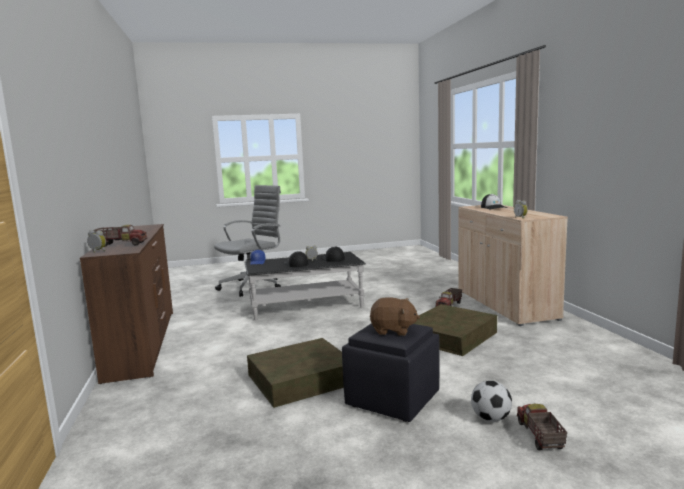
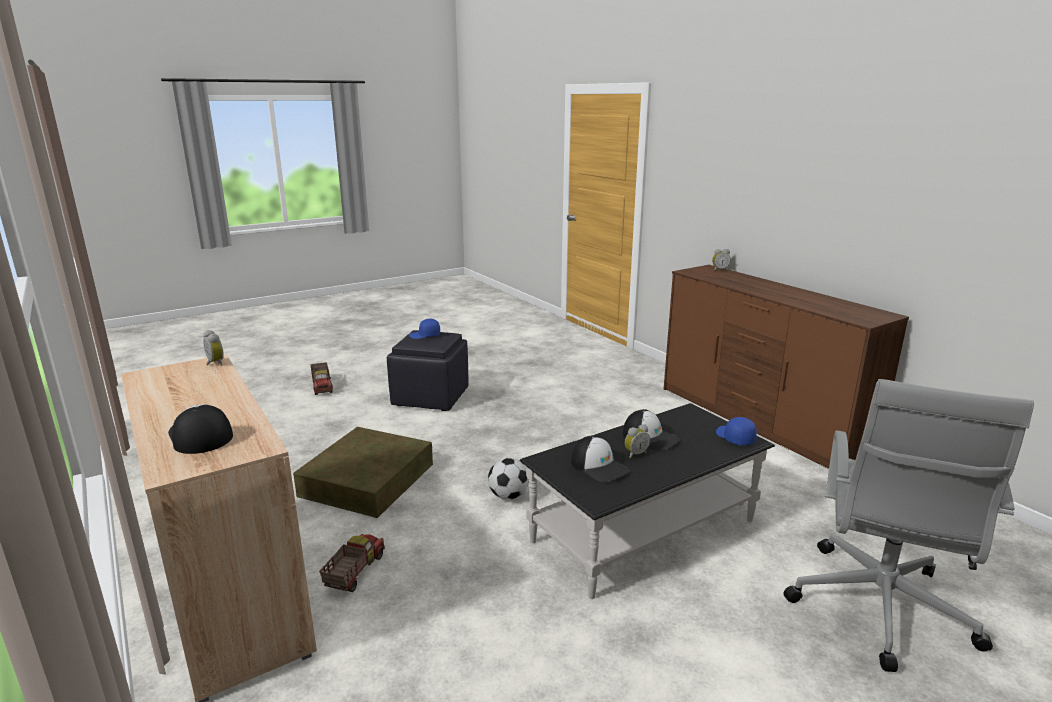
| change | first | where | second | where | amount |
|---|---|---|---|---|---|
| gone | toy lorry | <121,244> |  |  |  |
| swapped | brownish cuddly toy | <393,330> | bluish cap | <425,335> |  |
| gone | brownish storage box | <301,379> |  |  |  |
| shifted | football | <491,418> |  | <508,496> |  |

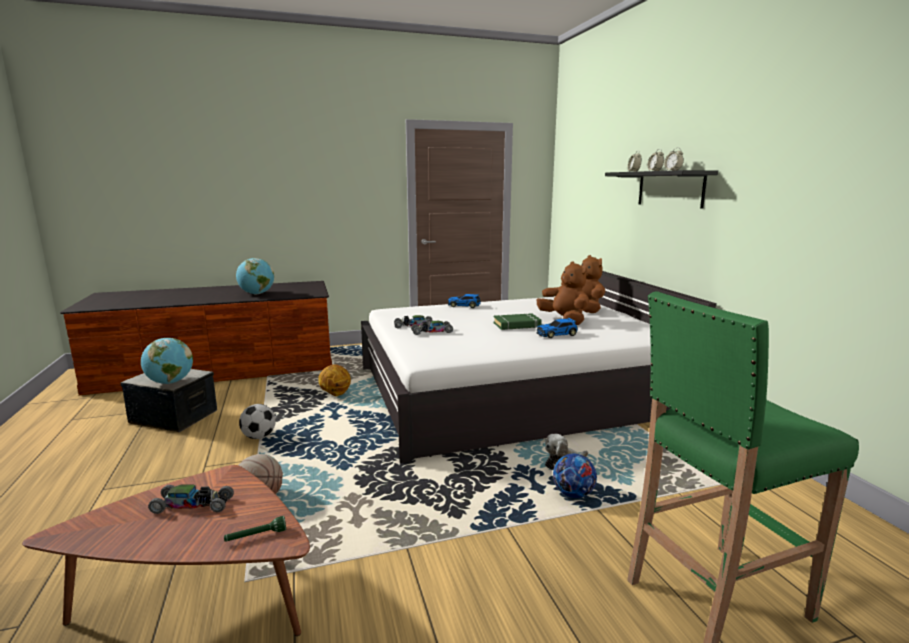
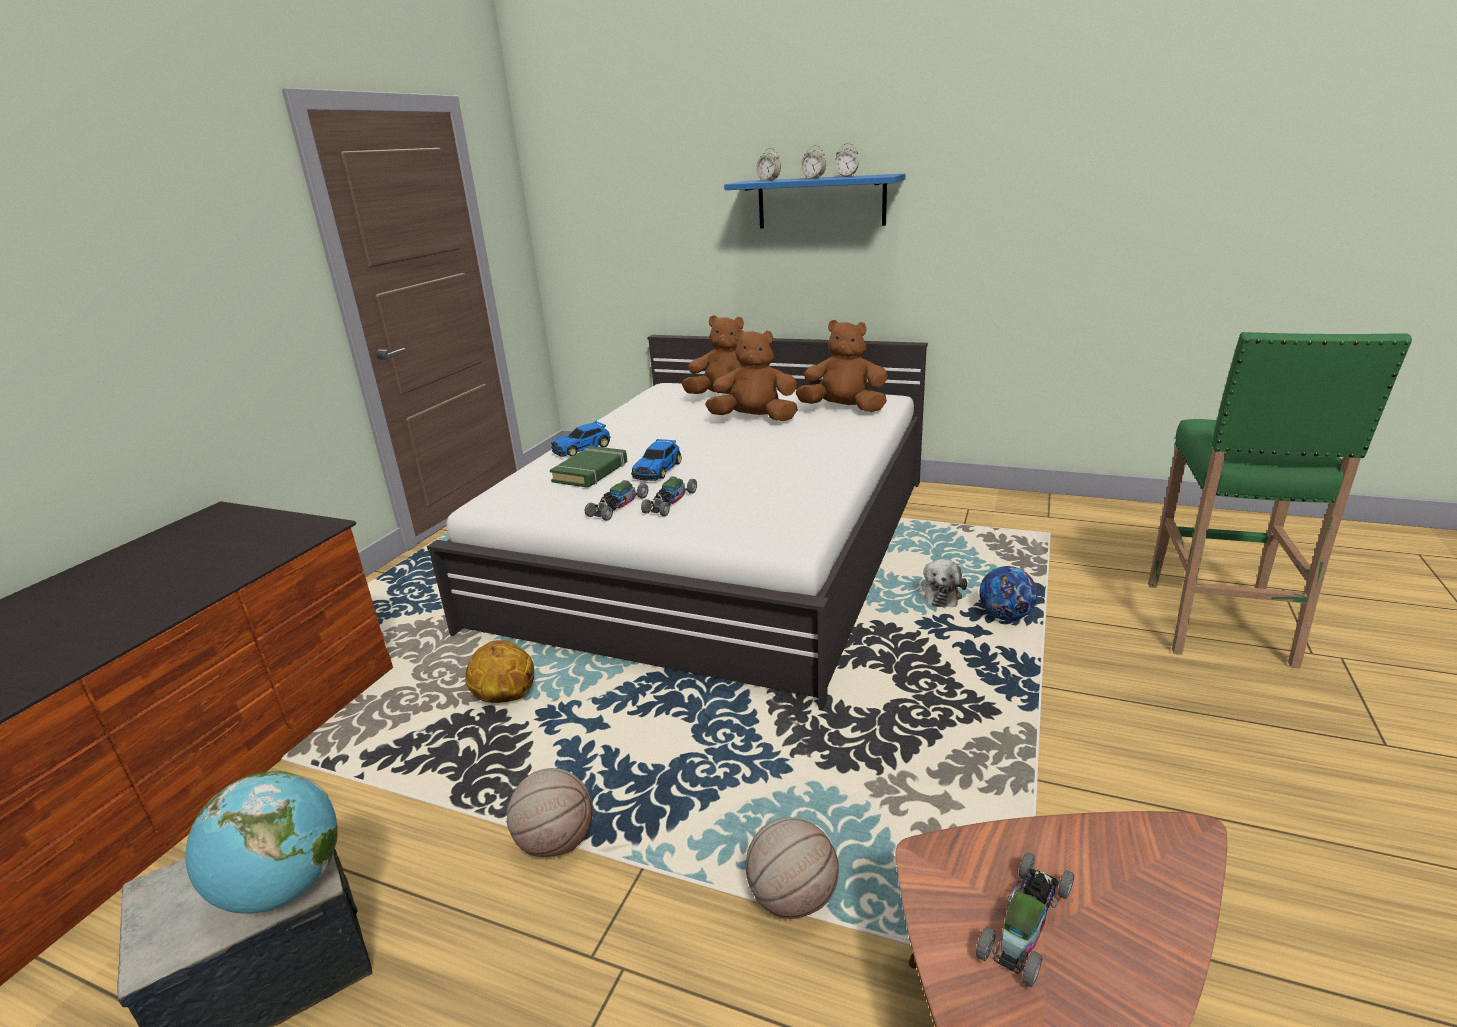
| change | first | where | second | where | amount |
|---|---|---|---|---|---|
| repainted | blackish wall shelf | <670,189> | bluish wall shelf | <821,202> |  |
| gone | world globe | <257,294> |  |  |  |
| shifted | green-coloured bound book | <517,325> |  | <591,472> |  |
| shifted | toy car | <557,334> |  | <658,469> |  |
| swapped | football | <259,437> | basketball | <556,842> |  |
| gone | green-coloured hand torch | <256,536> |  |  |  |
| new |  |  | brownish cuddly toy | <843,409> |  |

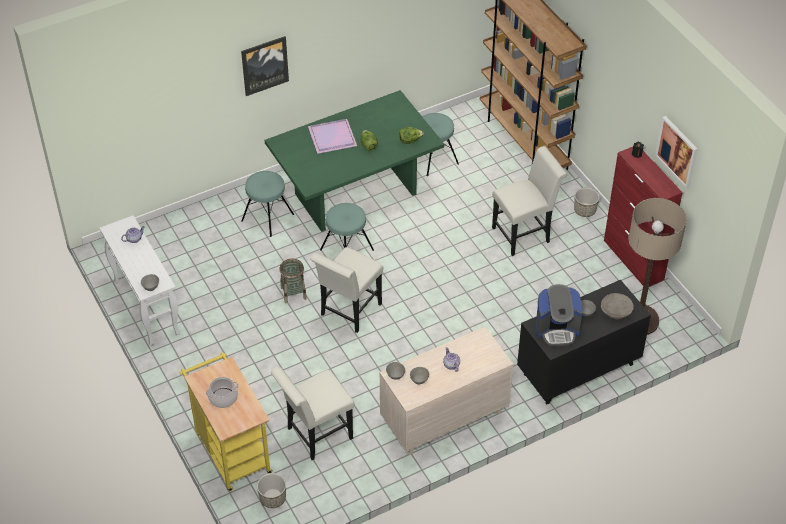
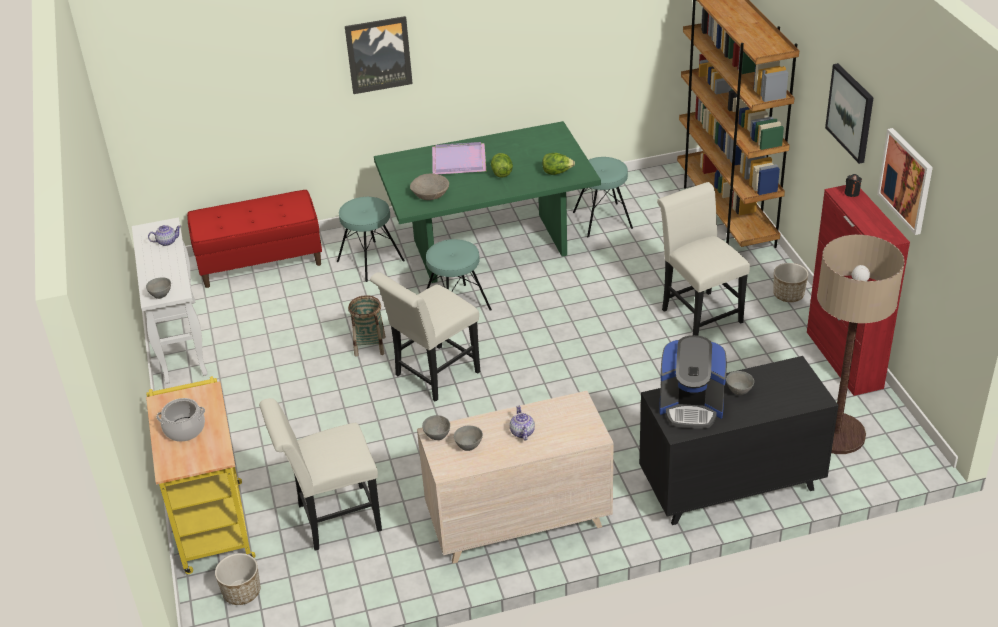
| change | first | where | second | where | amount |
|---|---|---|---|---|---|
| rotated | white-coloured upright chair | <524,233> |  | <698,313> | 105 degrees counterclockwise |
| shifted | beige-coloured bowl | <616,311> |  | <430,193> |  |
| new |  |  | picture | <851,112> |  |
| new |  |  | reddish indoor bench | <260,262> |  |

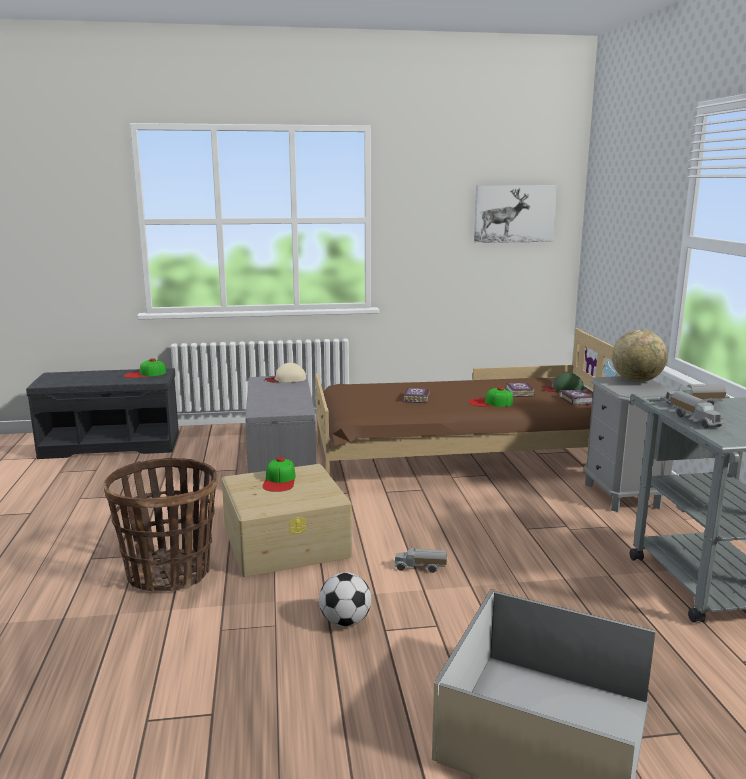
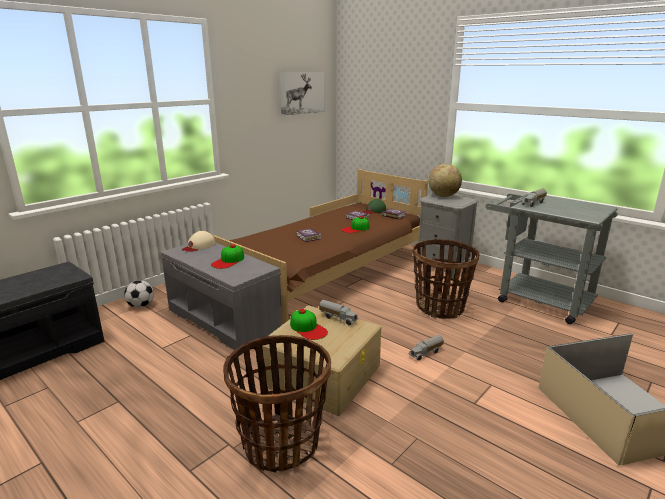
| change | first | where | second | where | amount |
|---|---|---|---|---|---|
| shifted | cap | <145,374> |  | <228,261> |  |
| shifted | toy lorry | <695,420> |  | <338,318> |  |
| shifted | football | <345,622> |  | <141,306> |  |
| new |  |  | household basket | <440,307> |  |

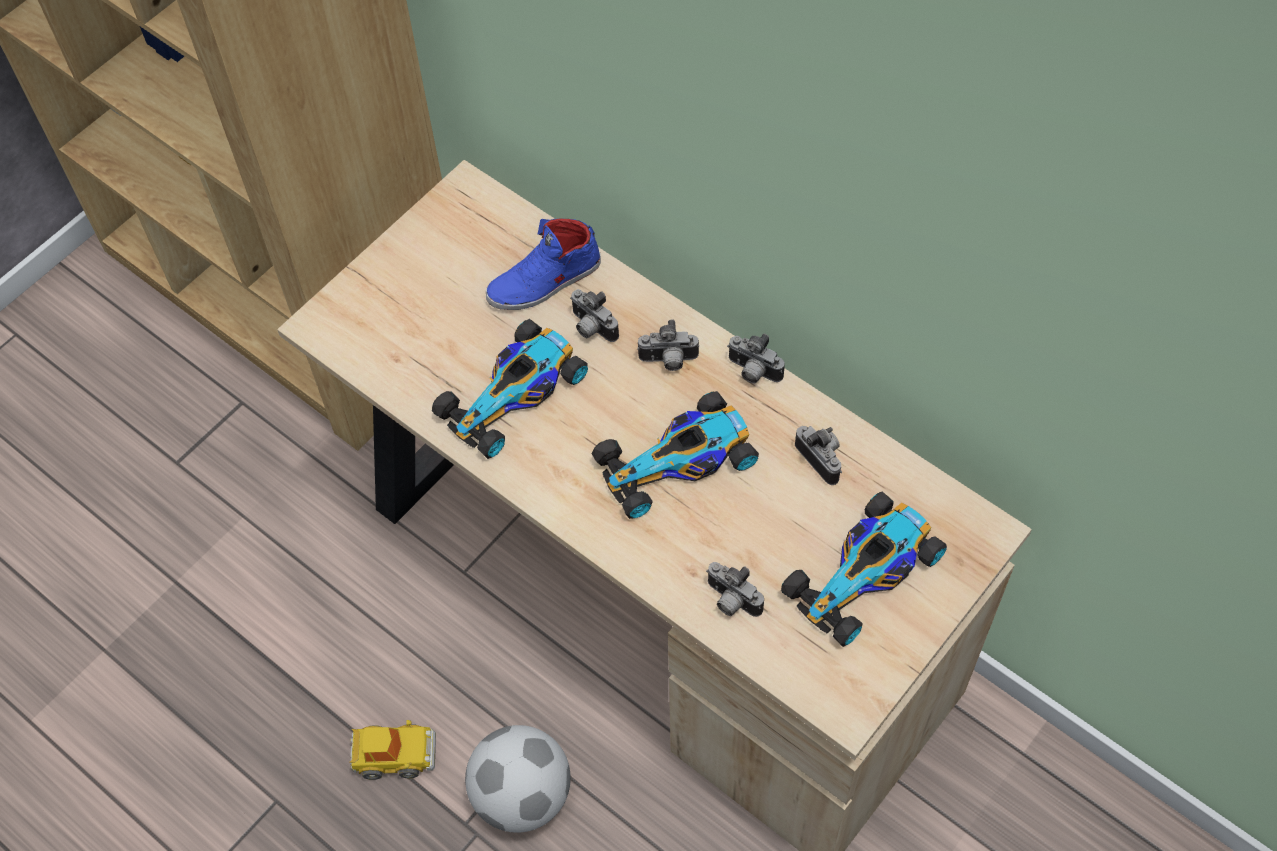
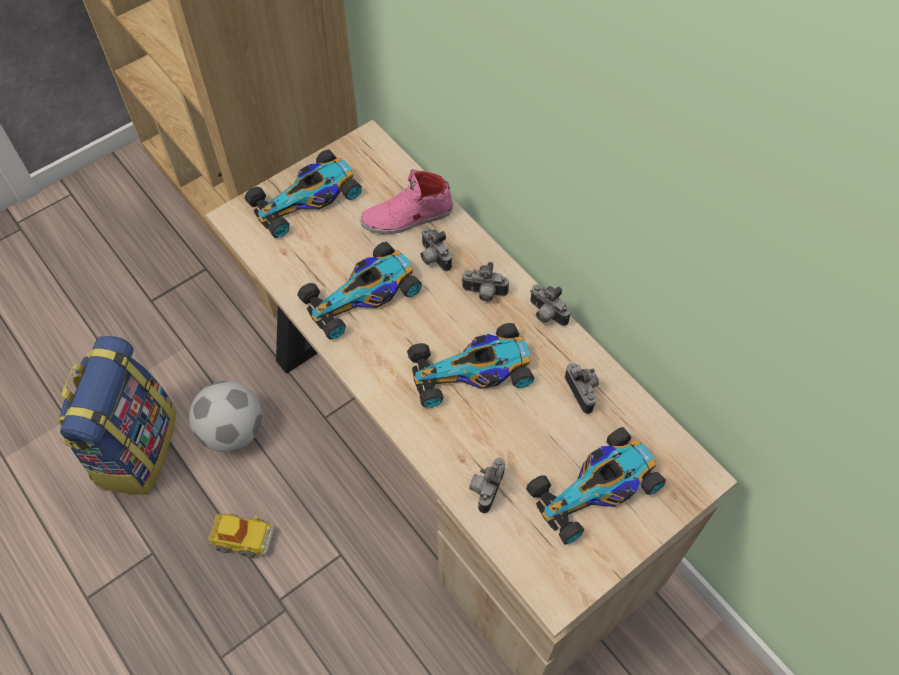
| change | first | where | second | where | amount |
|---|---|---|---|---|---|
| repainted | bluish shoe | <545,281> | pinkish shoe | <407,217> |  |
| rotated | photo camera | <731,601> |  | <485,488> | 60 degrees clockwise |
| shifted | football | <522,795> |  | <232,431> |  |
| new |  |  | toy car | <307,198> |  |
| new |  |  | knapsack | <135,447> |  |

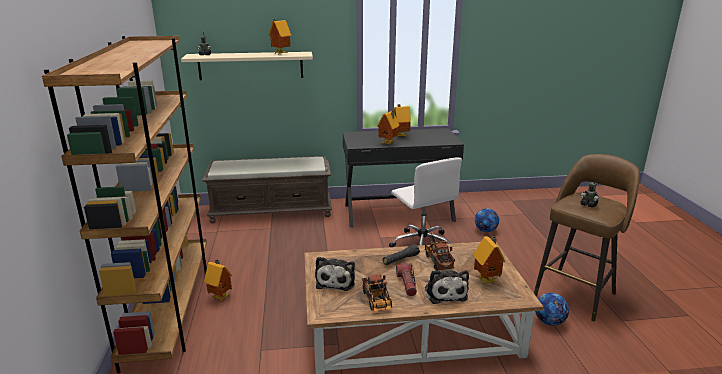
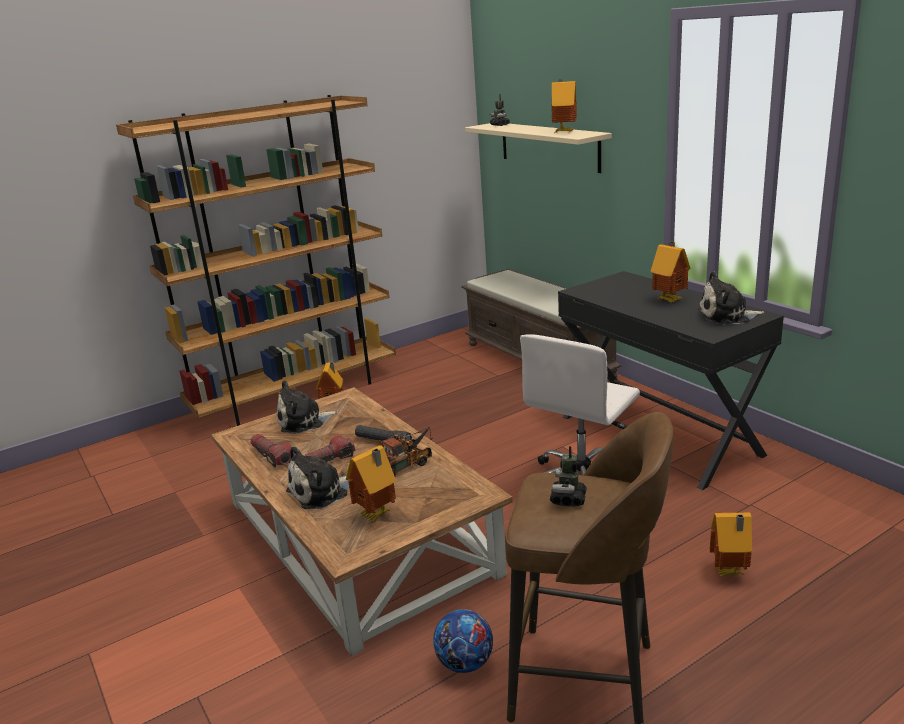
| change | first | where | second | where | amount |
|---|---|---|---|---|---|
| shifted | toy house | <388,143> |  | <729,573> |  |
| gone | football | <485,230> |  |  |  |
| swapped | toy lorry | <377,302> | hand torch | <272,456> |  |
| new |  |  | cuddly toy | <727,316> |  |

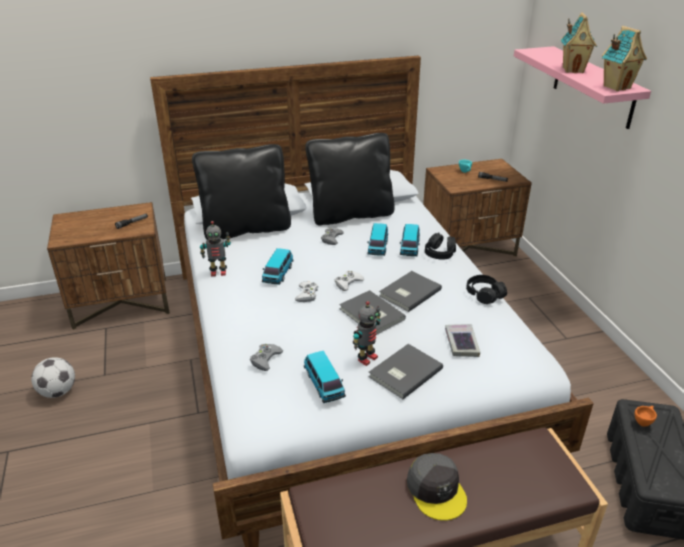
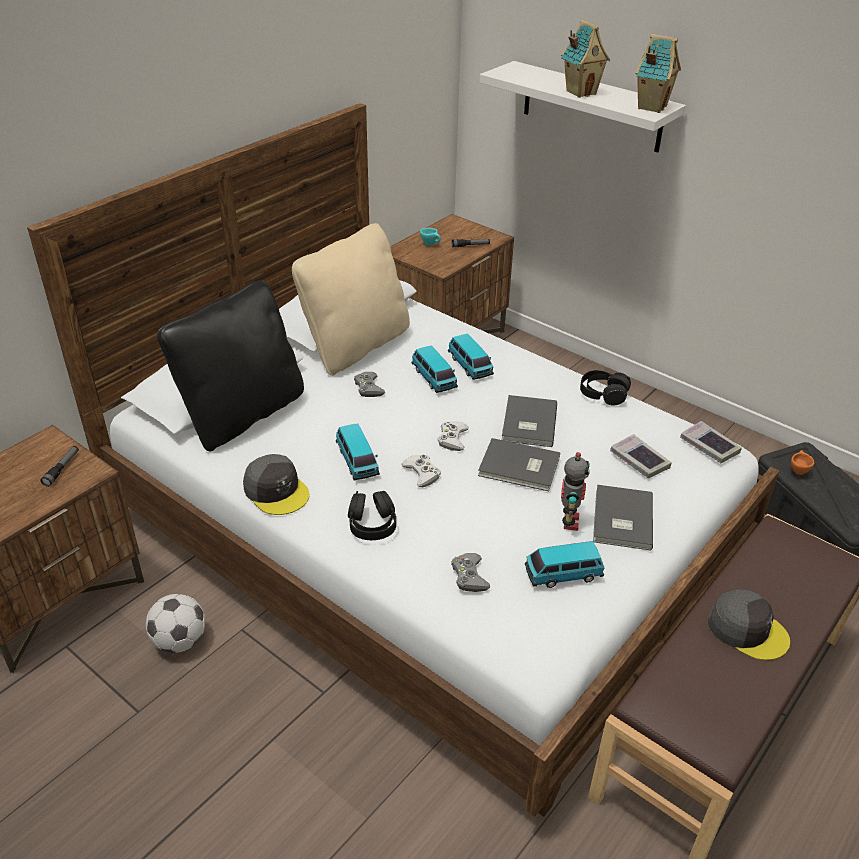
| change | first | where | second | where | amount |
|---|---|---|---|---|---|
| repainted | pinkish wall shelf | <593,86> | white-coloured wall shelf | <592,107> |  |
| repainted | blackish cushion | <351,214> | beige-coloured cushion | <356,346> |  |
| swapped | robot figure | <218,272> | grey cap | <276,491> |  |
| shifted | blackish pair of headphones | <440,253> |  | <372,524> |  |
| rotated | toy car | <324,384> |  | <563,574> | 135 degrees clockwise |
| shifted | football | <58,392> |  | <180,641> |  |
| new |  |  | bound book | <709,446> |  |

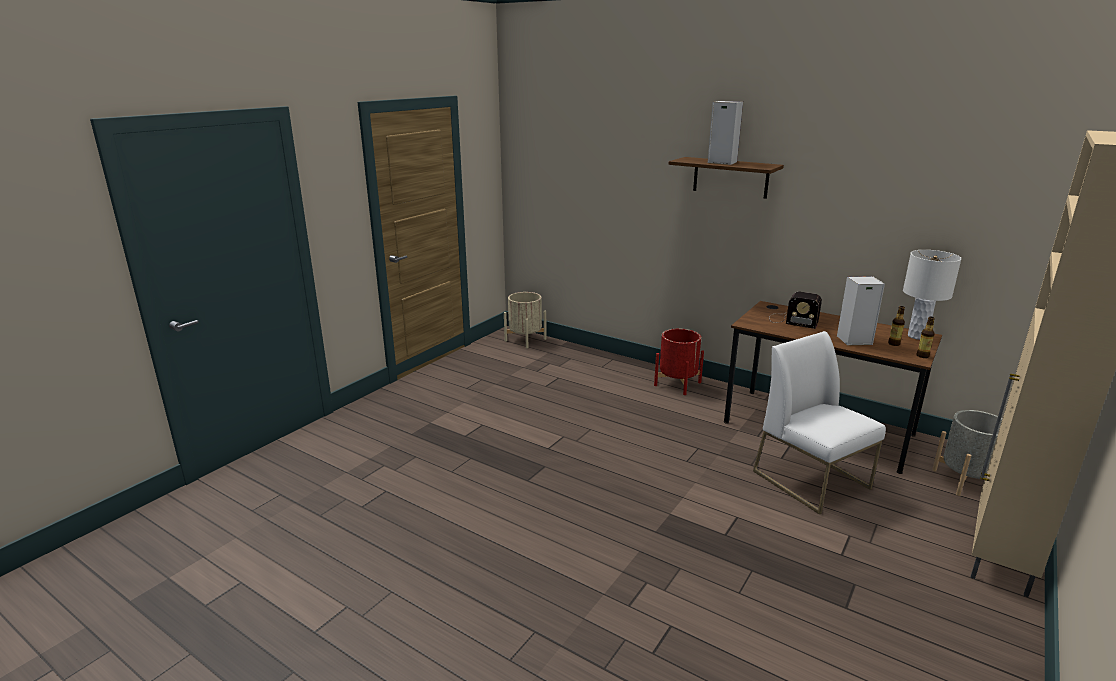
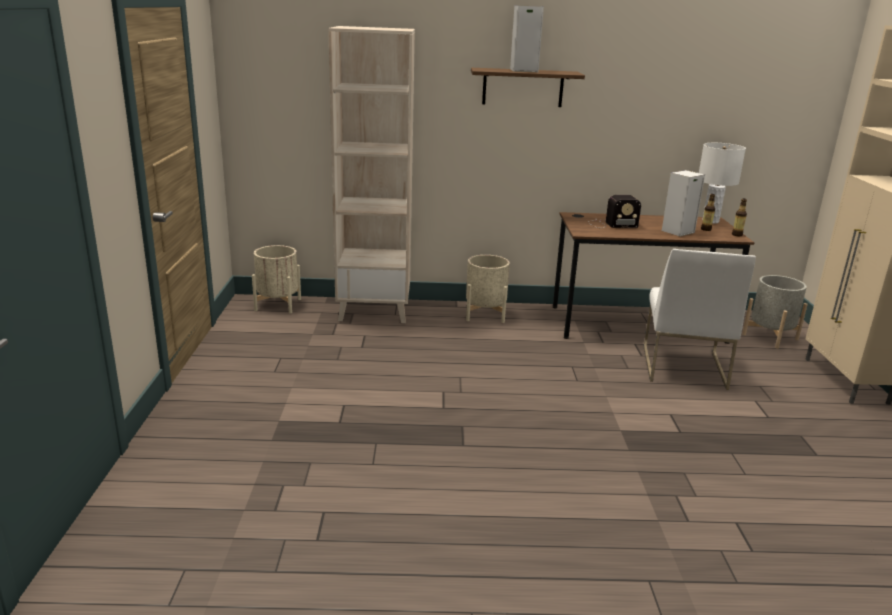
| change | first | where | second | where | amount |
|---|---|---|---|---|---|
| repainted | reddish flower pot | <677,384> | beige-coloured flower pot | <485,314> |  |
| rotated | white-coloured upright chair | <812,480> |  | <682,366> | 105 degrees counterclockwise |
| new |  |  | beige-coloured bookcase | <375,311> |  |

